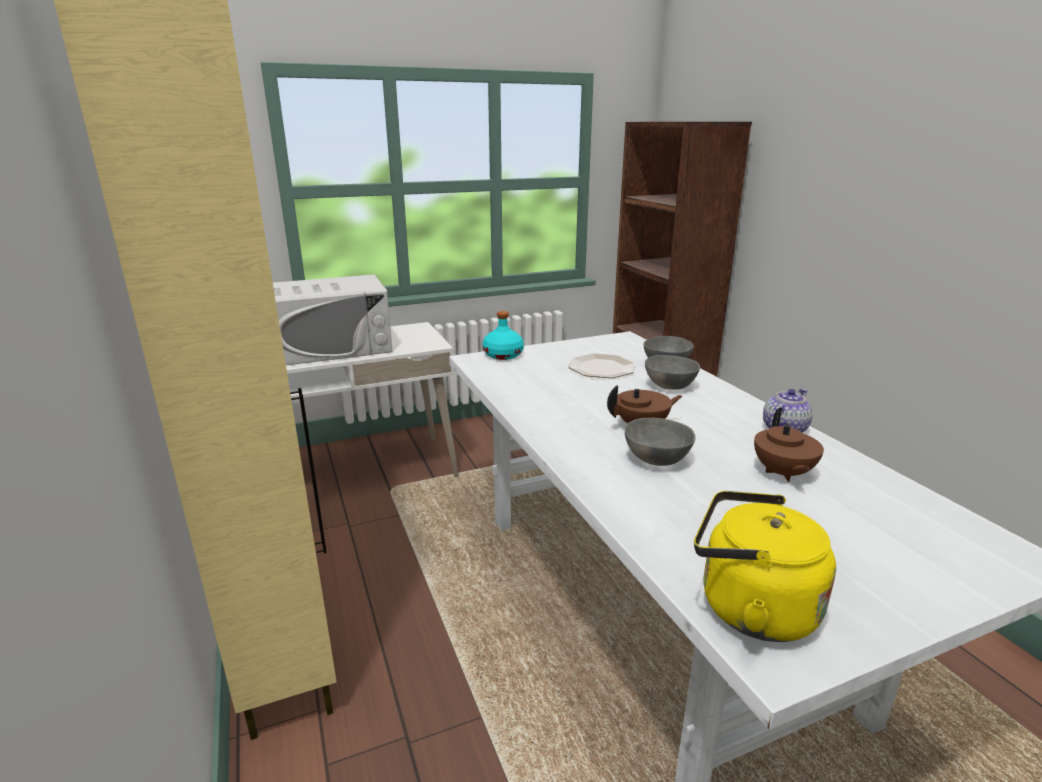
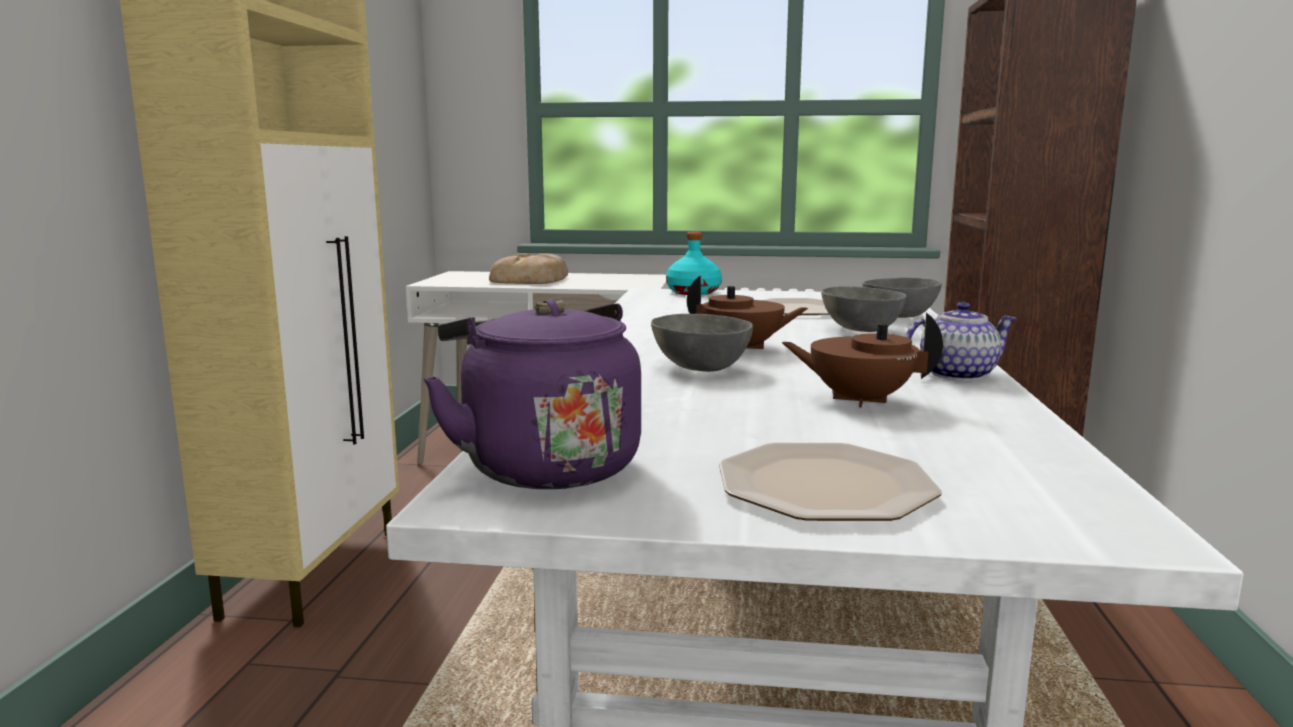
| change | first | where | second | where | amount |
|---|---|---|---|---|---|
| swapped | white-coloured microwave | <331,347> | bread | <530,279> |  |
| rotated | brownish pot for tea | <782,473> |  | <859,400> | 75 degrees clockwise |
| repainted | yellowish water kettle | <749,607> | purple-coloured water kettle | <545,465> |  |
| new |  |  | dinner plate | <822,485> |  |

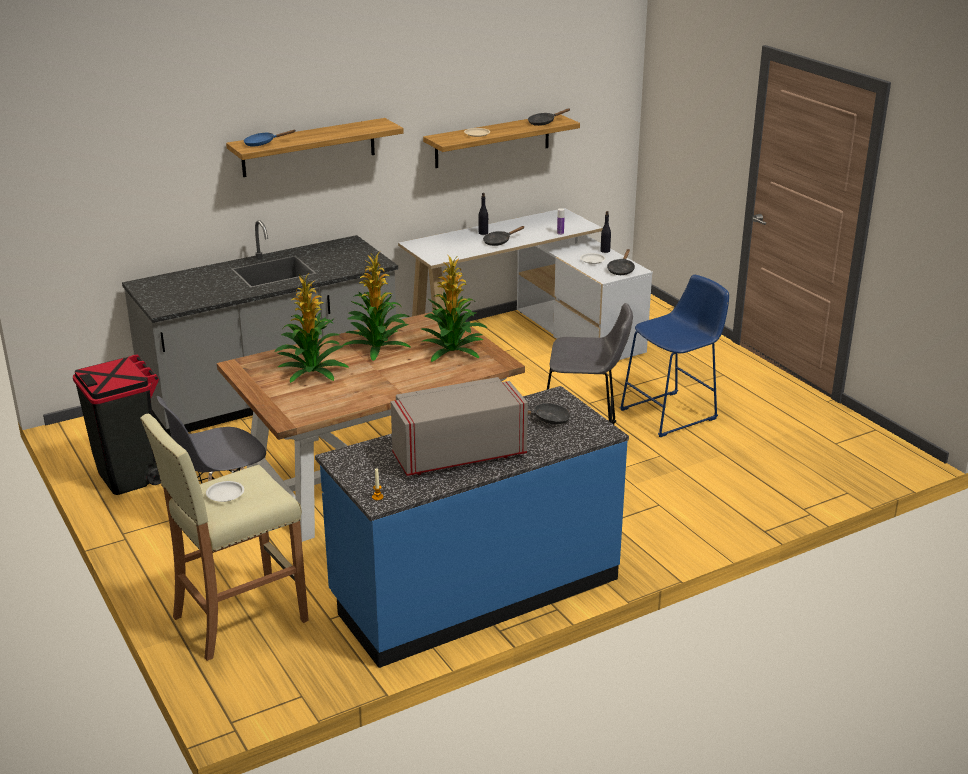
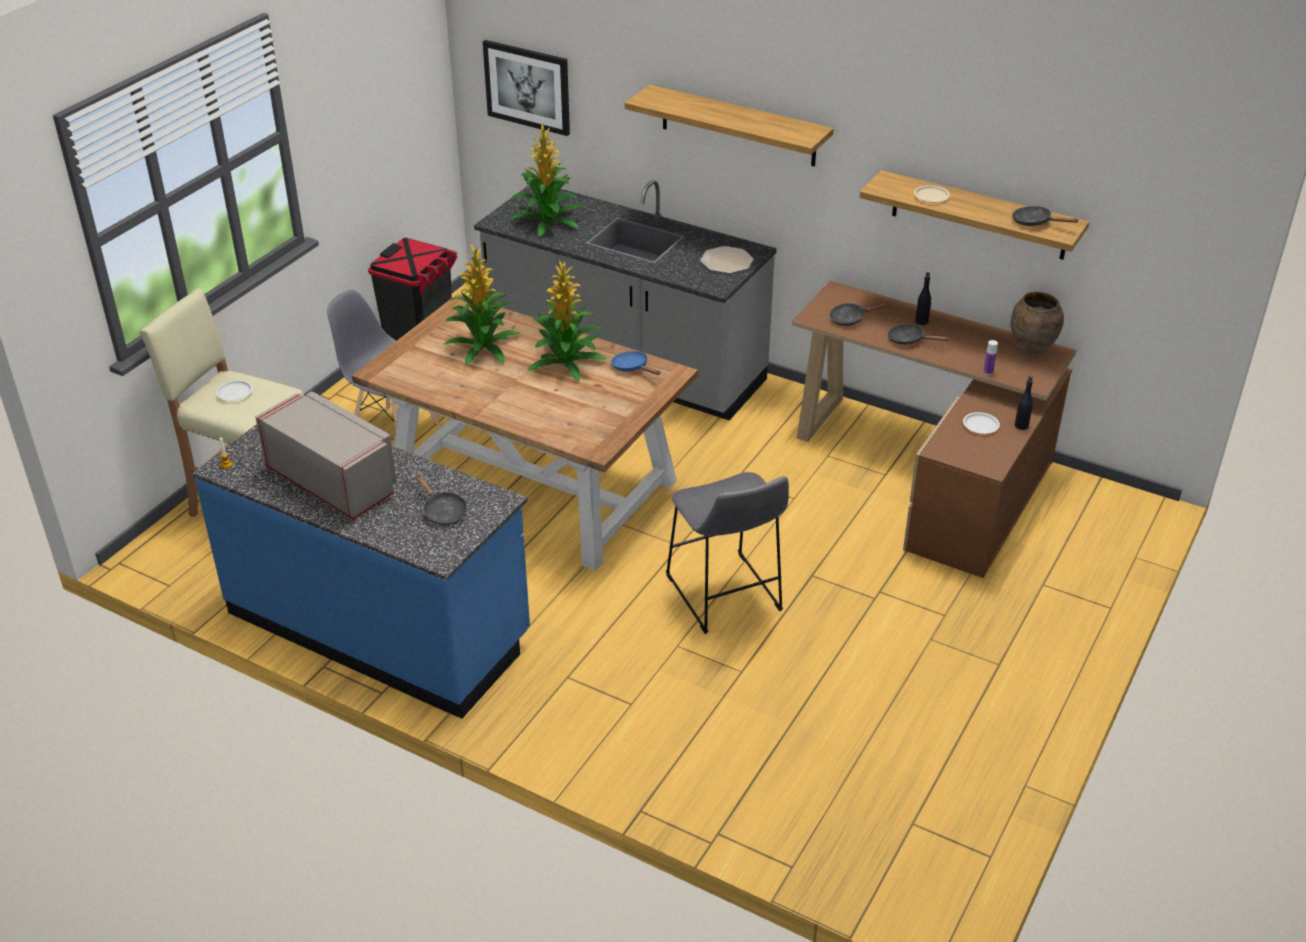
| change | first | where | second | where | amount |
|---|---|---|---|---|---|
| shifted | bluish skillet | <263,143> |  | <632,368> |  |
| repainted | white-coloured desk | <528,335> | brownish desk | <930,472> |  |
| shifted | blackish skillet | <621,270> |  | <850,319> |  |
| shifted | potted plant | <453,350> |  | <548,222> |  |
| gone | bluish stool | <673,413> |  |  |  |
| new |  |  | picture | <527,87> |  |
| new |  |  | dinner plate | <726,261> |  |
| new |  |  | brownish vase | <1031,349> |  |

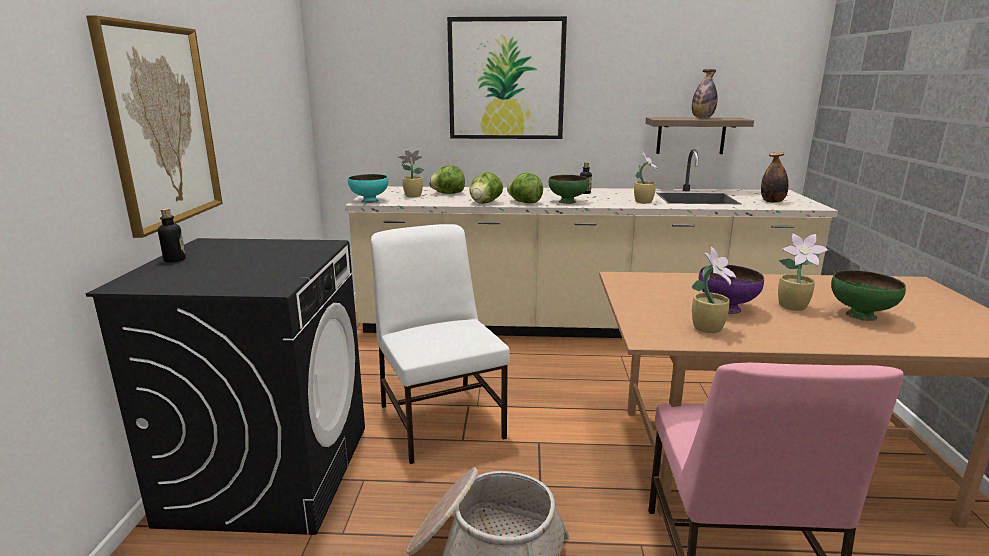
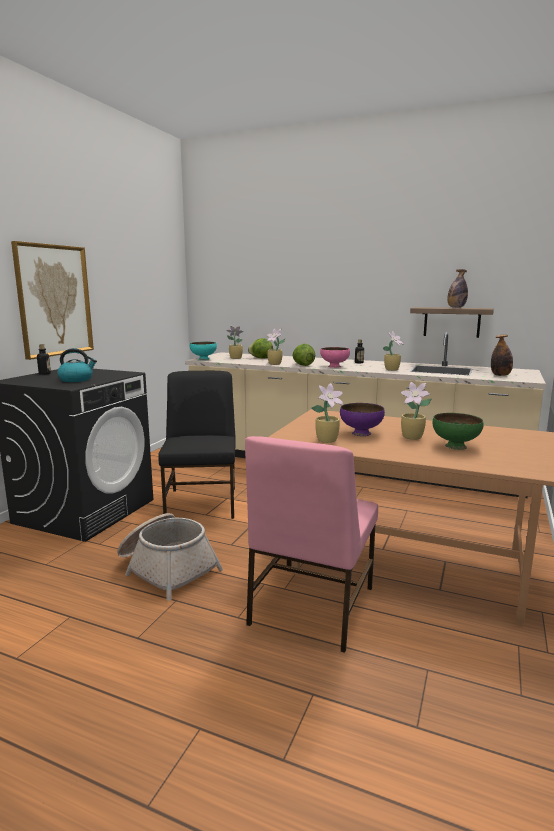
| change | first | where | second | where | amount |
|---|---|---|---|---|---|
| gone | picture | <506,79> |  |  |  |
| swapped | lettuce | <485,203> | potted plant | <275,364> |  |
| repainted | green-coloured bowl | <568,202> | pinkish bowl | <334,366> |  |
| repainted | white-coloured upright chair | <441,419> | blackish upright chair | <202,502> |  |
| new |  |  | water kettle | <77,379> |  |

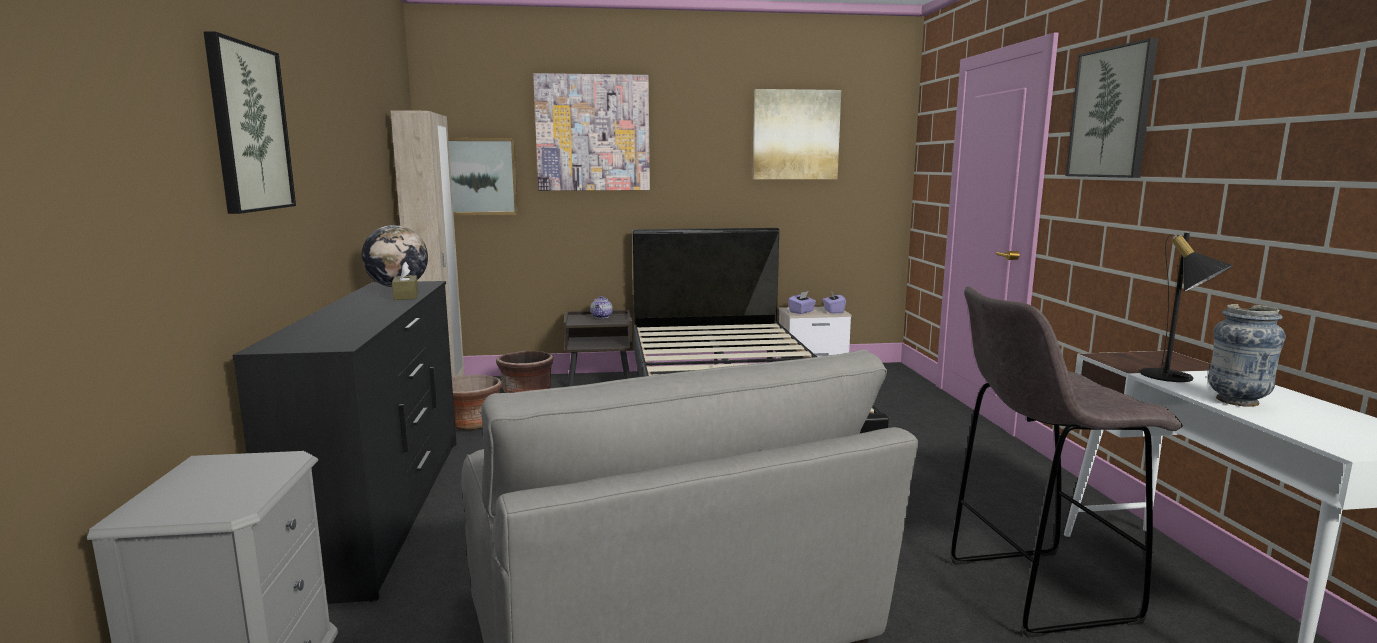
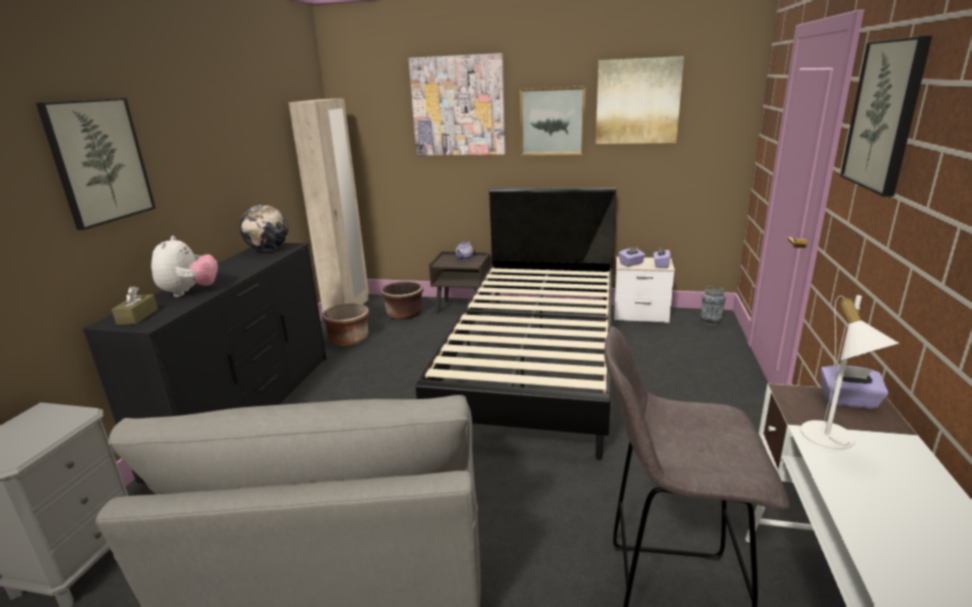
| change | first | where | second | where | amount |
|---|---|---|---|---|---|
| shifted | picture | <478,176> |  | <552,121> |  |
| repainted | blackish table lamp | <1175,378> | white-coloured table lamp | <832,441> |  |
| shifted | brownish box of tissues | <406,296> |  | <137,316> |  |
| shifted | vase | <1237,401> |  | <710,323> |  |
| new |  |  | cuddly toy | <190,292> |  |
| new |  |  | purple-coloured box of tissues | <848,401> |  |

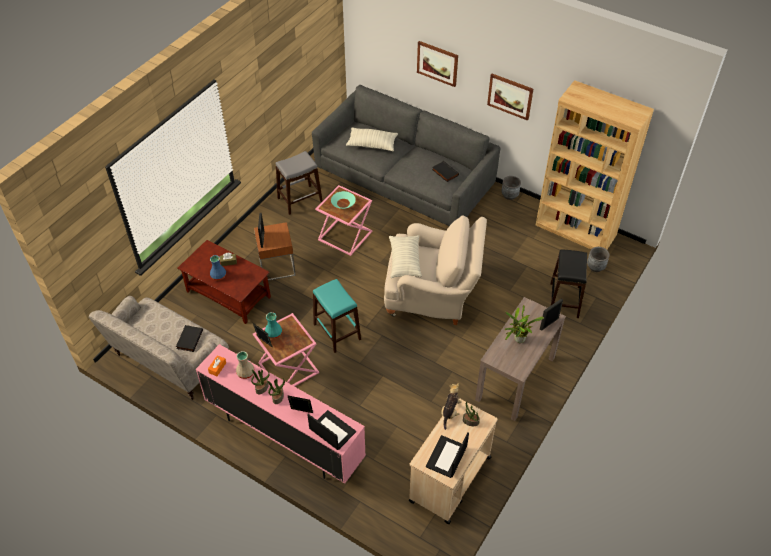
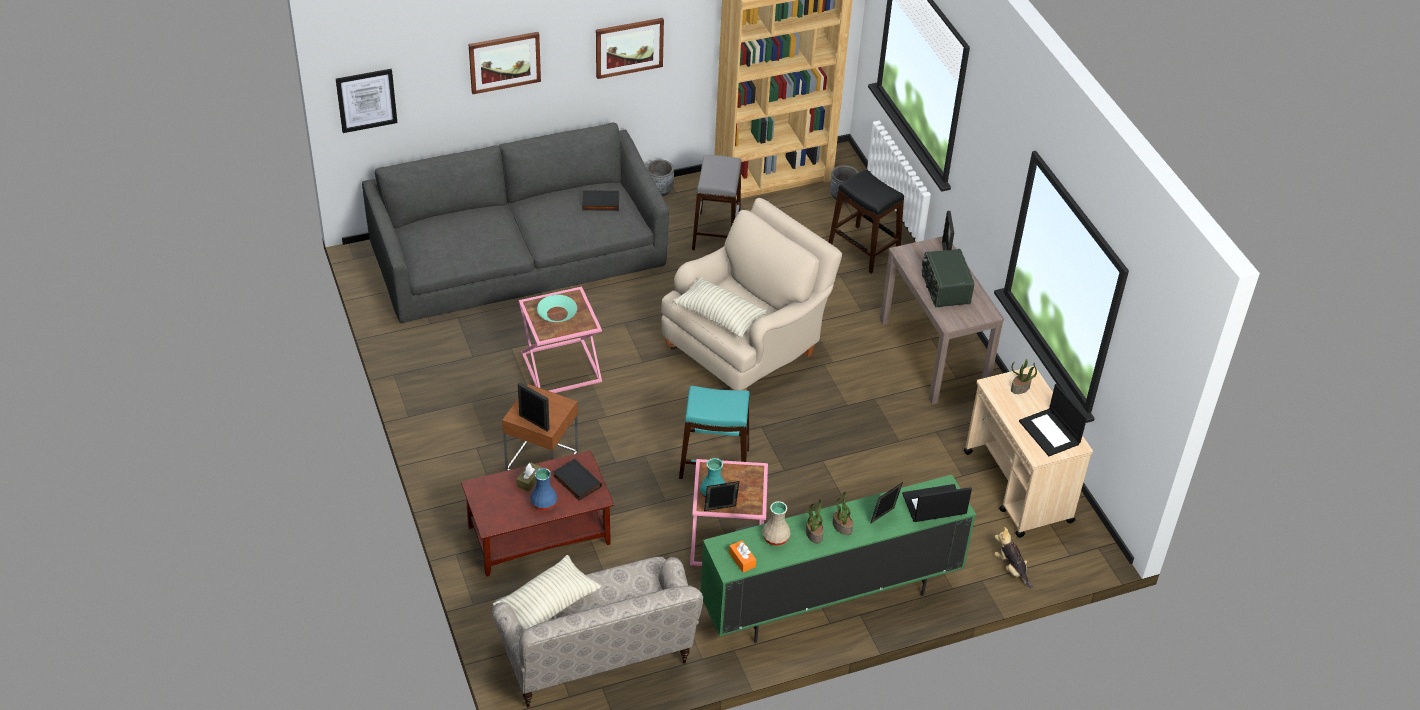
| change | first | where | second | where | amount |
|---|---|---|---|---|---|
| shifted | cushion | <372,144> |  | <547,604> |  |
| shifted | grey stool | <300,200> |  | <716,233> |  |
| swapped | potted plant | <518,340> | radio | <944,289> |  |
| shifted | blackish bound book | <189,339> |  | <576,482> |  |
| repainted | pinkish media console | <284,436> | green-coloured media console | <829,600> |  |
| shifted | cuddly toy | <450,411> |  | <1011,569> |  |
| new |  |  | picture | <366,100> |  |

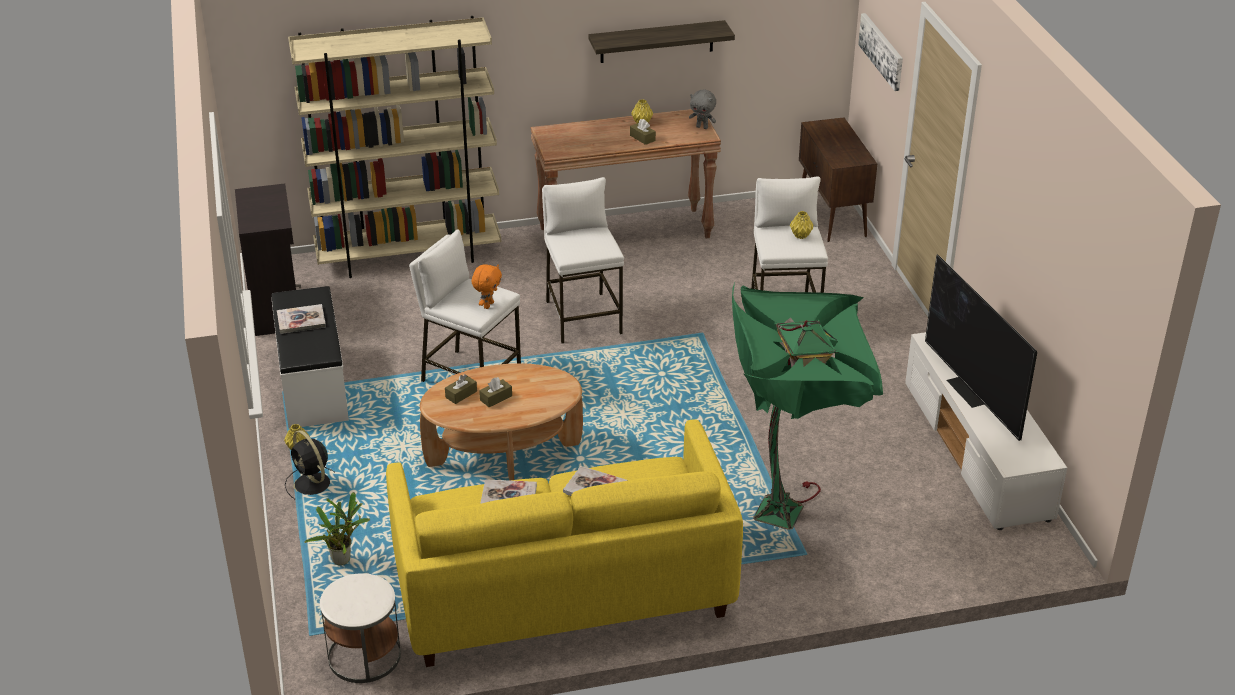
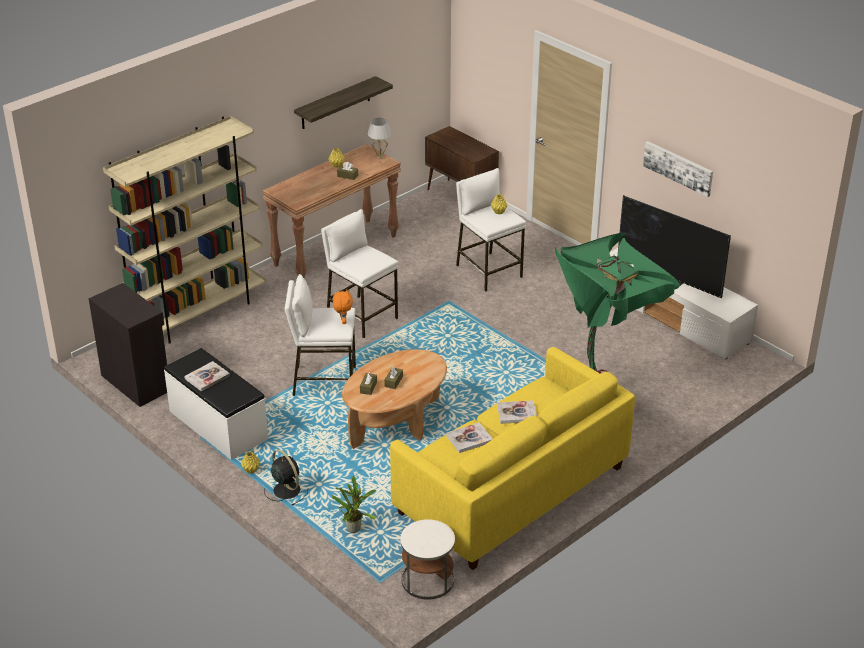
| change | first | where | second | where | amount |
|---|---|---|---|---|---|
| shifted | picture | <882,51> |  | <678,168> |  |
| swapped | grey cuddly toy | <702,127> | white-coloured table lamp | <380,157> |  |
| rotated | blackish cooling fan | <313,485> |  | <286,489> | 150 degrees counterclockwise |

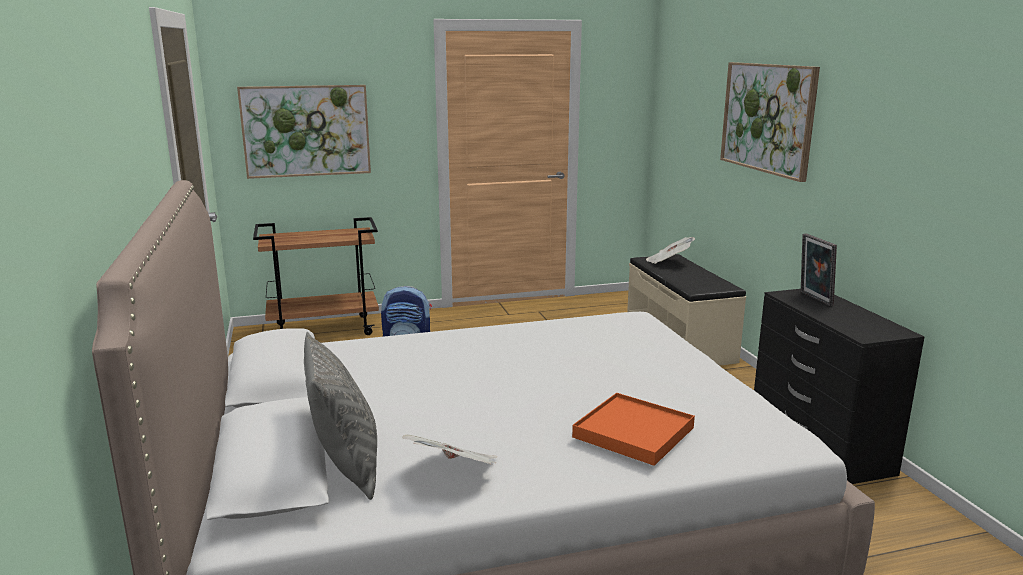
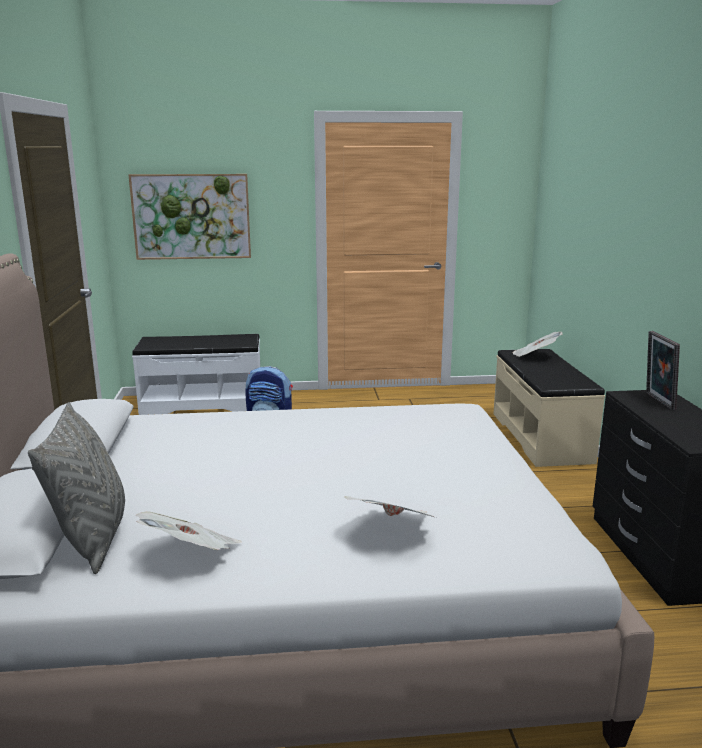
| change | first | where | second | where | amount |
|---|---|---|---|---|---|
| gone | picture | <767,118> |  |  |  |
| swapped | brownish trolley | <325,329> | white-coloured indoor bench | <202,403> |  |
| swapped | orange serving tray | <633,432> | newspaper | <393,529> |  |

